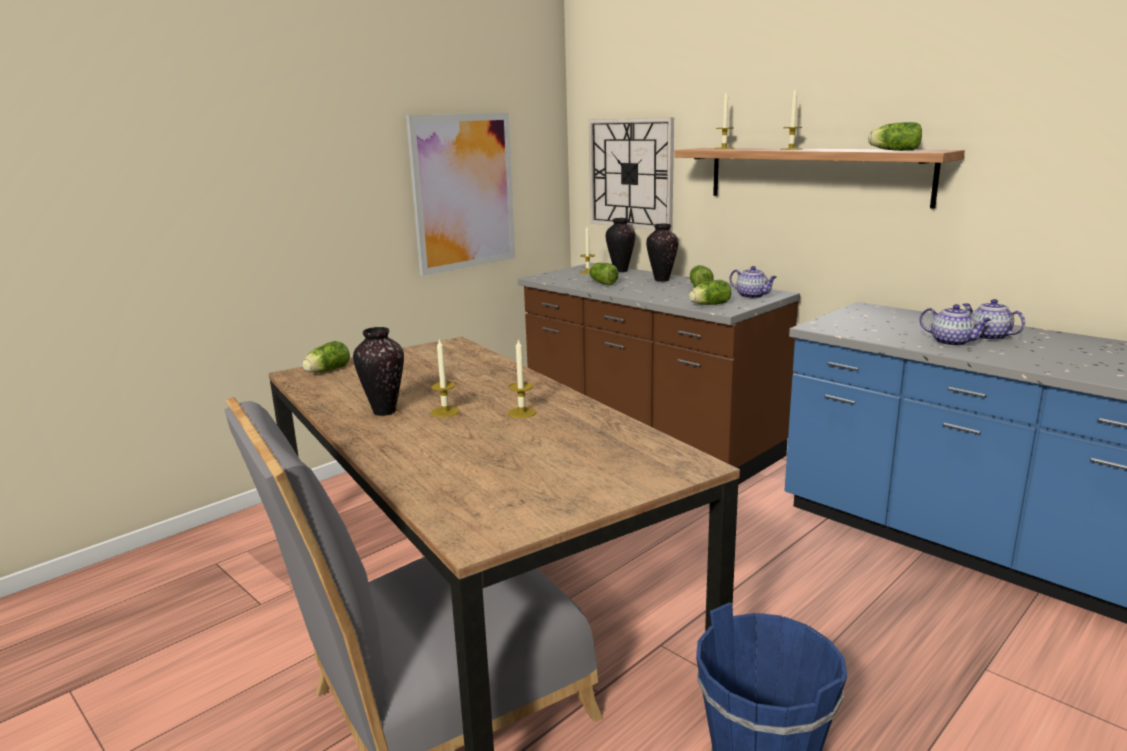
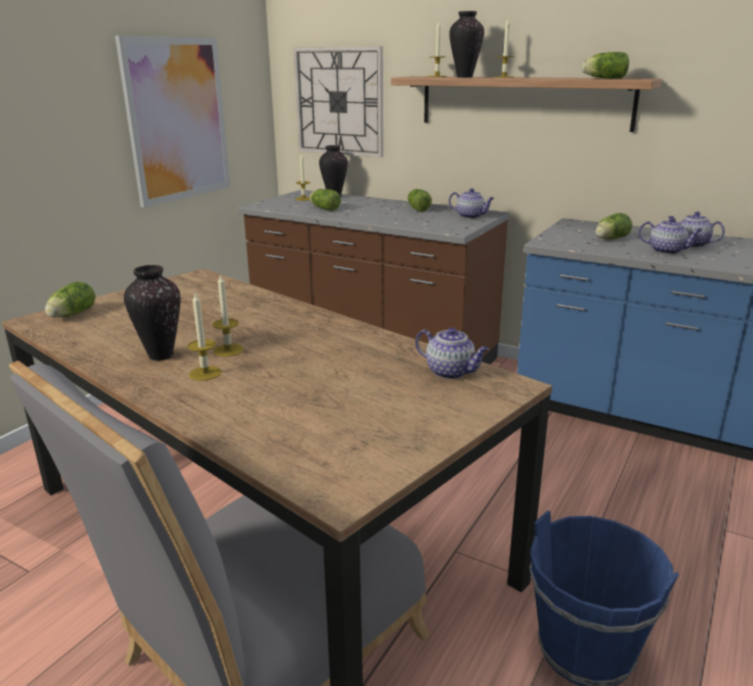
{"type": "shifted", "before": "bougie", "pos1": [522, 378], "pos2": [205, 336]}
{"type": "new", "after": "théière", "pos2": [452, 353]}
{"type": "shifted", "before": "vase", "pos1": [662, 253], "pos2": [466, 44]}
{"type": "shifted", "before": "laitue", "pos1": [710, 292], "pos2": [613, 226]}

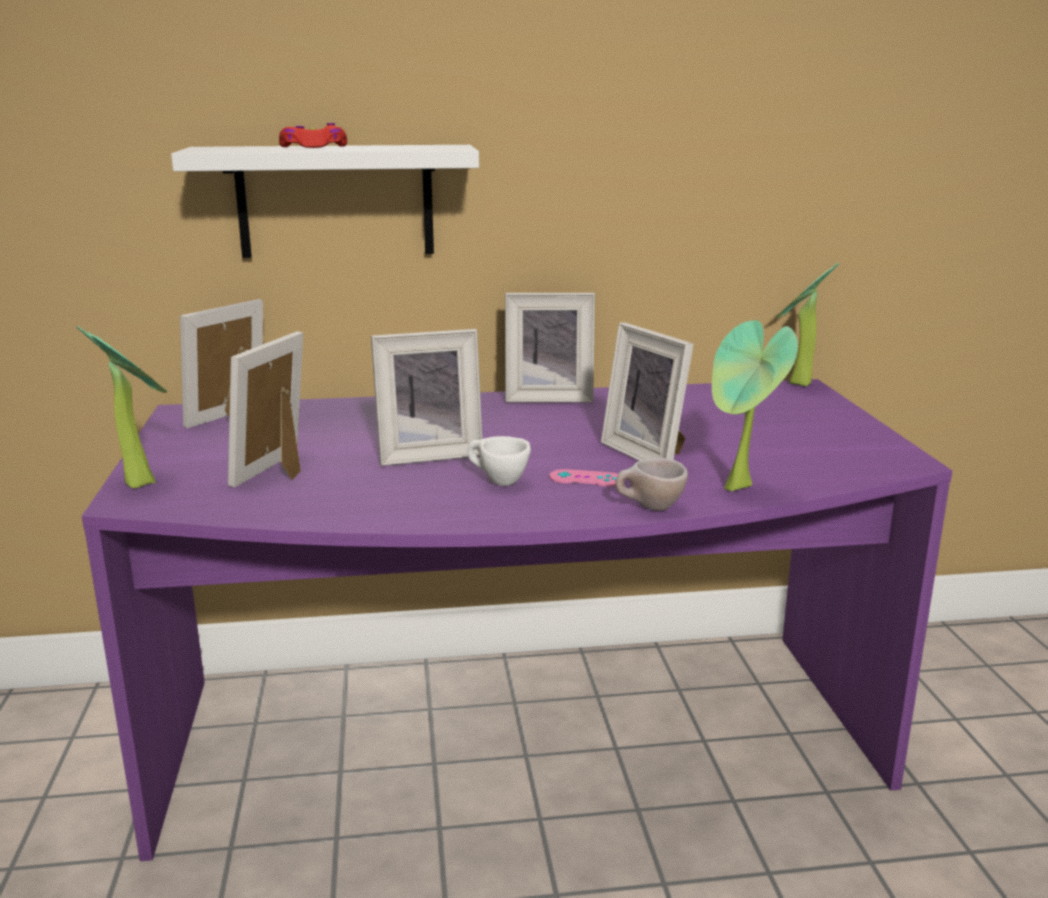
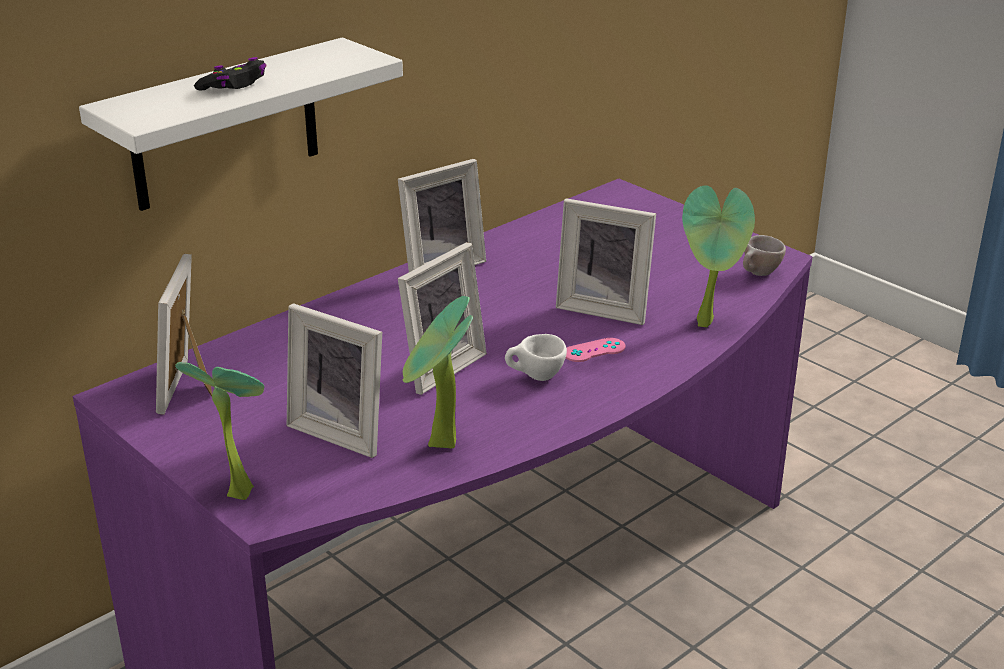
{"type": "repainted", "before": "manette [rouge]", "after": "manette [noir]", "pos1": [313, 135], "pos2": [230, 73]}
{"type": "rotated", "before": "cadre photo", "pos1": [265, 409], "pos2": [334, 380], "turn": -45}
{"type": "shifted", "before": "plante en pot", "pos1": [807, 324], "pos2": [438, 372]}
{"type": "shifted", "before": "tasse [beige]", "pos1": [651, 484], "pos2": [764, 255]}

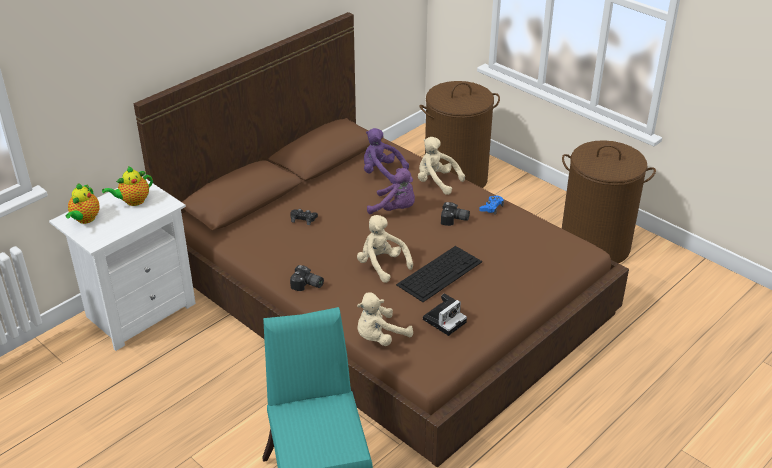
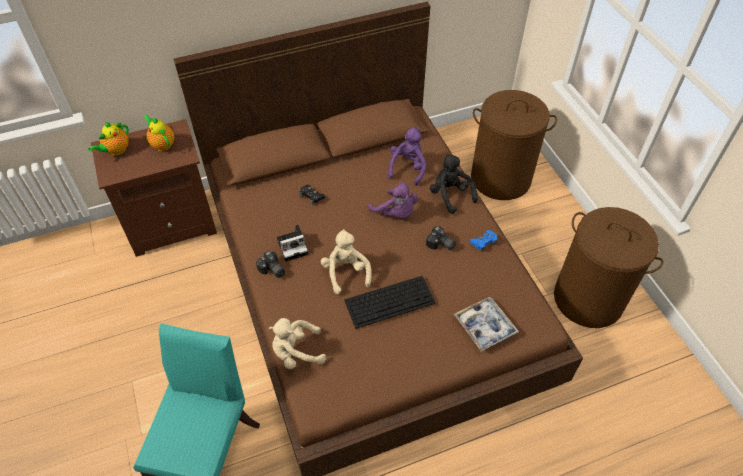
{"type": "repainted", "before": "table de chevet [blanc]", "after": "table de chevet [marron]", "pos1": [122, 263], "pos2": [154, 188]}
{"type": "rotated", "before": "théière", "pos1": [127, 186], "pos2": [158, 133], "turn": 60}
{"type": "shifted", "before": "appareil photo", "pos1": [445, 314], "pos2": [292, 243]}
{"type": "rotated", "before": "peluche [violet]", "pos1": [386, 156], "pos2": [407, 157], "turn": 60}
{"type": "repainted", "before": "peluche [beige]", "after": "peluche [noir]", "pos1": [441, 166], "pos2": [454, 184]}
{"type": "new", "after": "plateau", "pos2": [486, 324]}

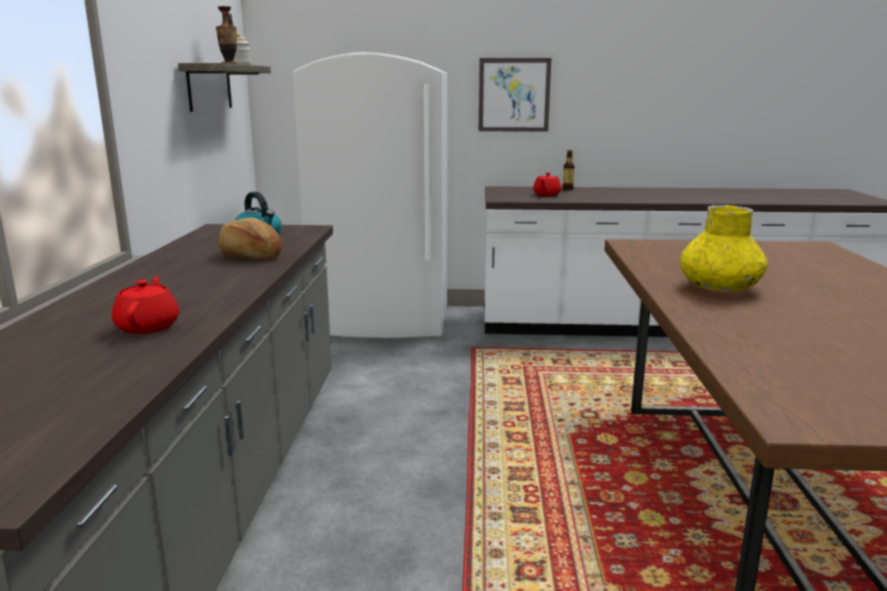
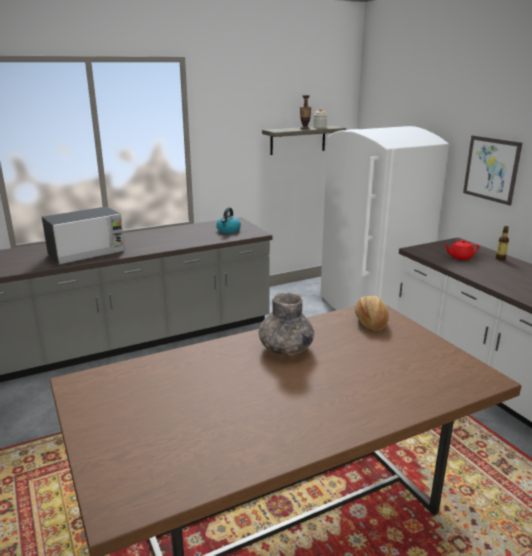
{"type": "swapped", "before": "théière [rouge]", "after": "micro-ondes", "pos1": [145, 305], "pos2": [83, 235]}
{"type": "repainted", "before": "vase [jaune]", "after": "vase [gris]", "pos1": [724, 248], "pos2": [286, 323]}
{"type": "shifted", "before": "pain", "pos1": [250, 238], "pos2": [372, 313]}

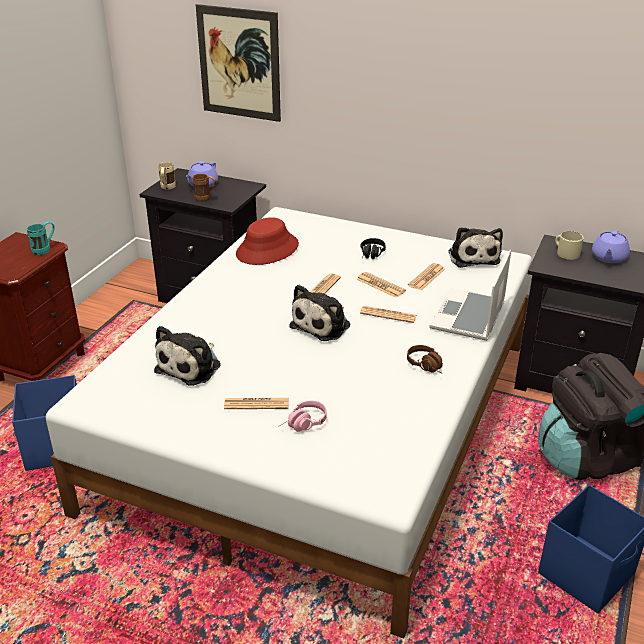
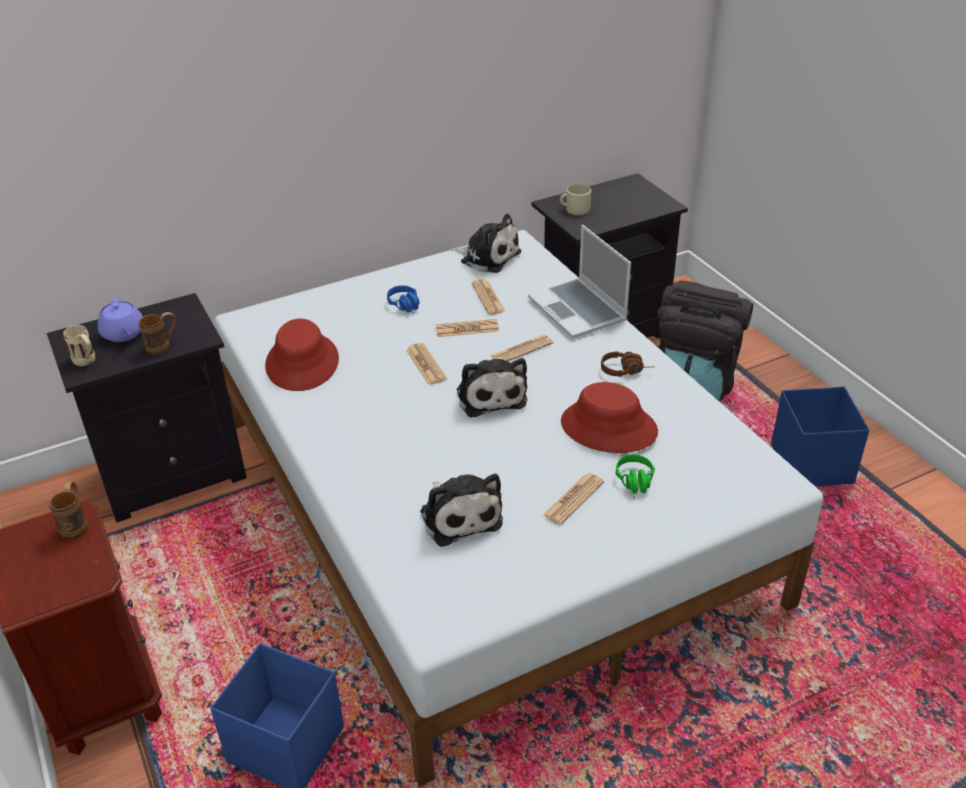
{"type": "repainted", "before": "mug [turquoise]", "after": "mug [marron]", "pos1": [41, 238], "pos2": [68, 510]}
{"type": "repainted", "before": "casque audio [noir]", "after": "casque audio [bleu]", "pos1": [373, 248], "pos2": [403, 299]}
{"type": "new", "after": "chapeau [rouge]", "pos2": [609, 417]}
{"type": "repainted", "before": "casque audio [rose]", "after": "casque audio [vert]", "pos1": [302, 416], "pos2": [635, 476]}
{"type": "gone", "before": "tableau", "pos1": [238, 63]}
{"type": "gone", "before": "théière [violet]", "pos1": [611, 246]}

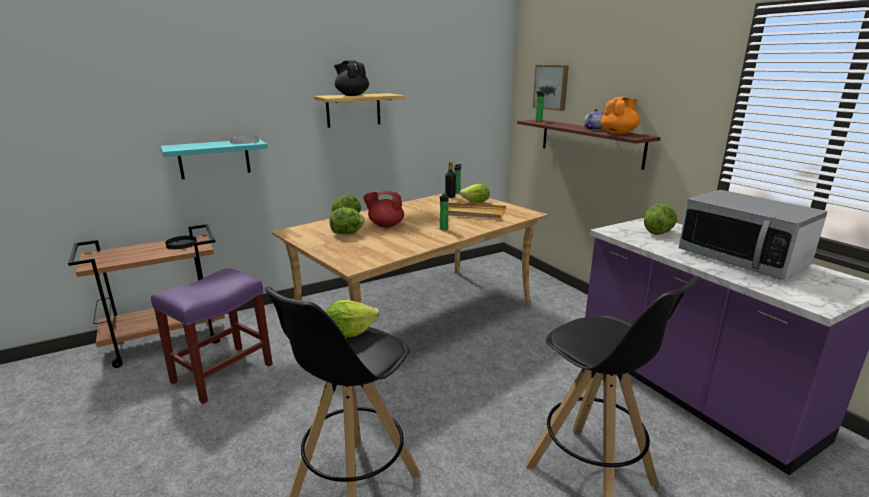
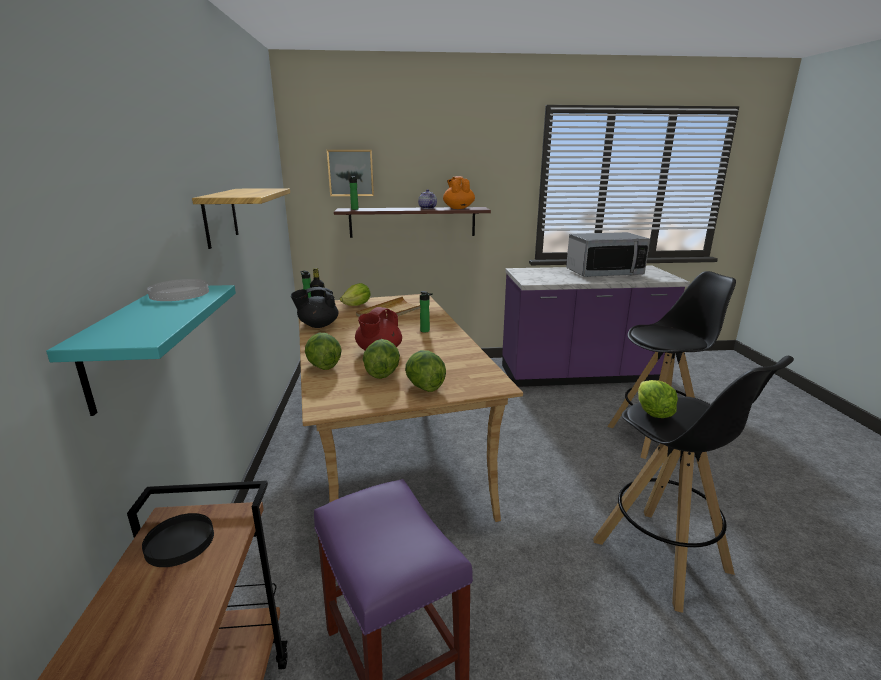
{"type": "shifted", "before": "théière [noir]", "pos1": [351, 78], "pos2": [314, 307]}
{"type": "shifted", "before": "laitue", "pos1": [660, 219], "pos2": [425, 371]}

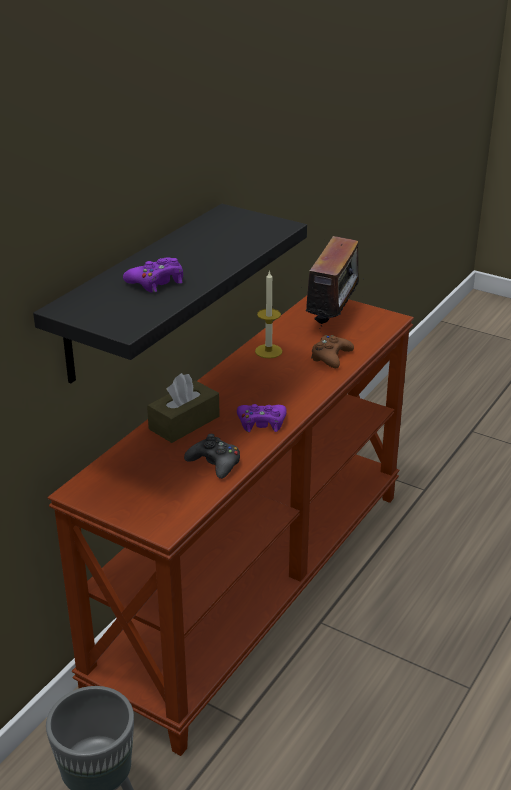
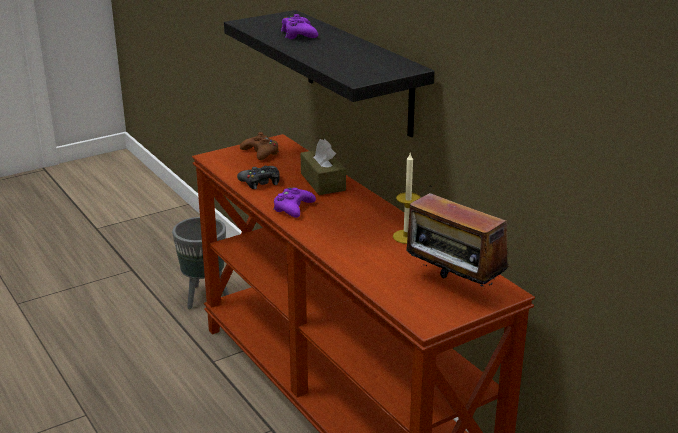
{"type": "shifted", "before": "manette [marron]", "pos1": [332, 351], "pos2": [259, 146]}

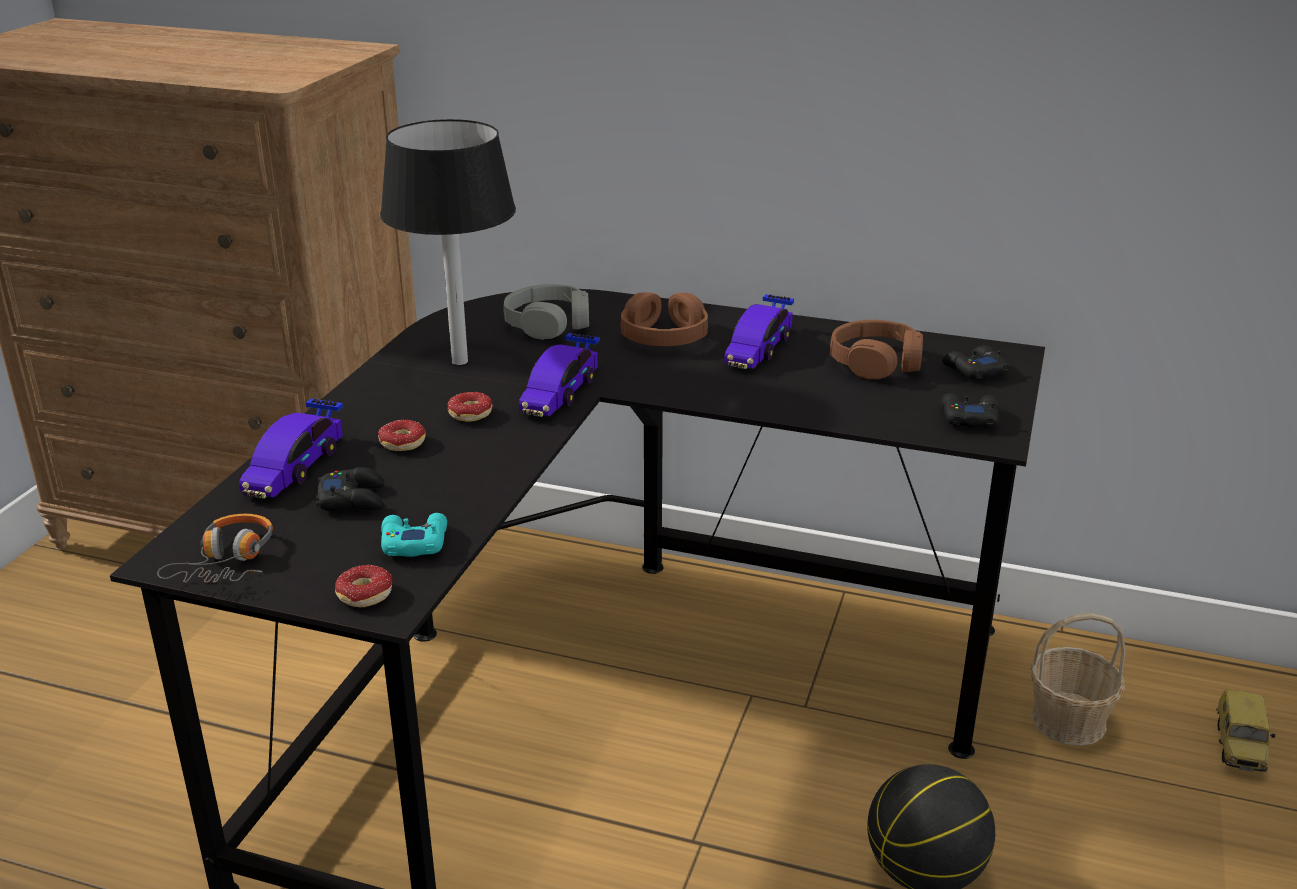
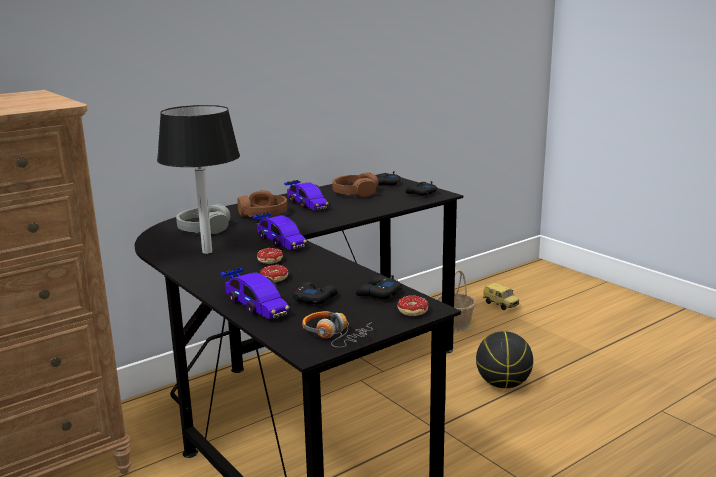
{"type": "repainted", "before": "manette [turquoise]", "after": "manette [noir]", "pos1": [414, 535], "pos2": [379, 287]}

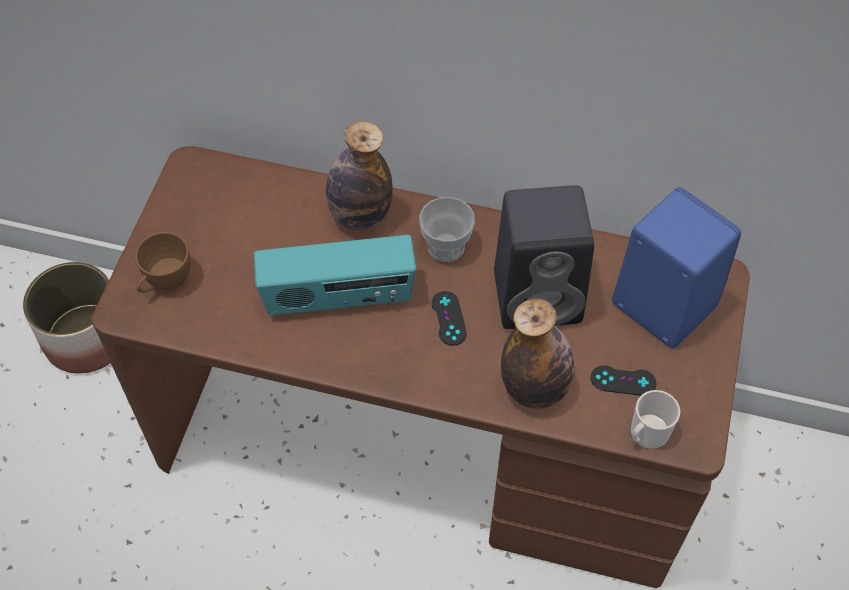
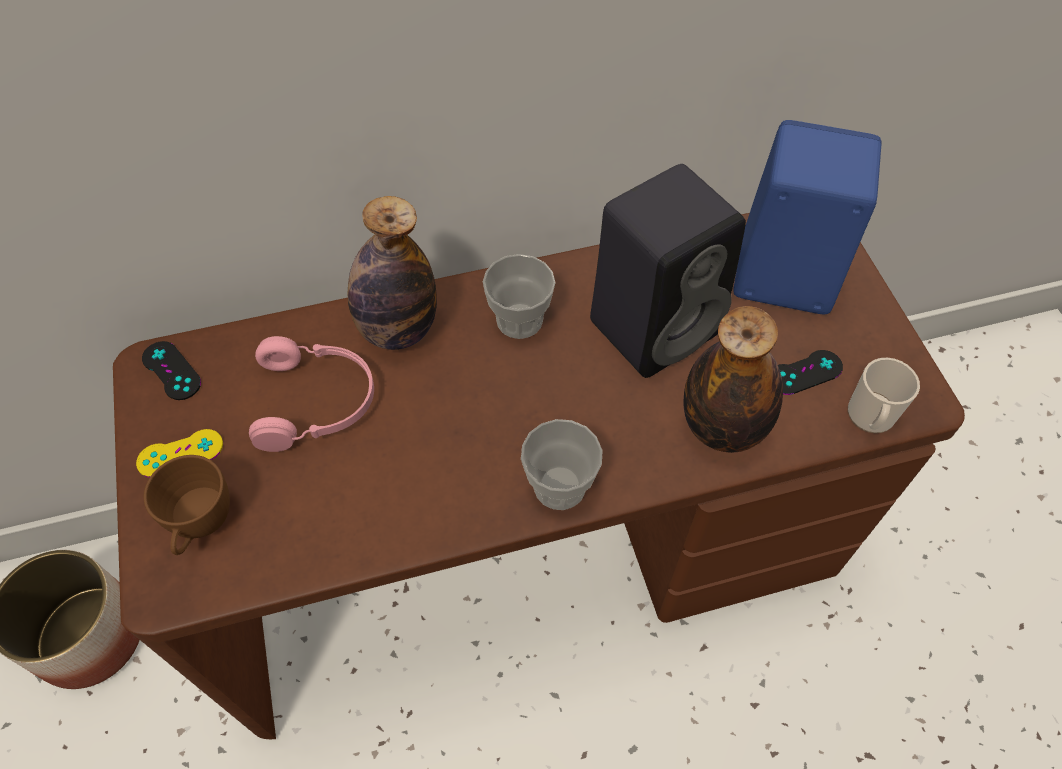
{"type": "new", "after": "manette [jaune]", "pos2": [179, 453]}
{"type": "shifted", "before": "manette [noir]", "pos1": [449, 318], "pos2": [171, 370]}
{"type": "new", "after": "casque audio [rose]", "pos2": [311, 394]}
{"type": "new", "after": "tasse", "pos2": [562, 464]}
{"type": "gone", "before": "radio", "pos1": [335, 275]}

